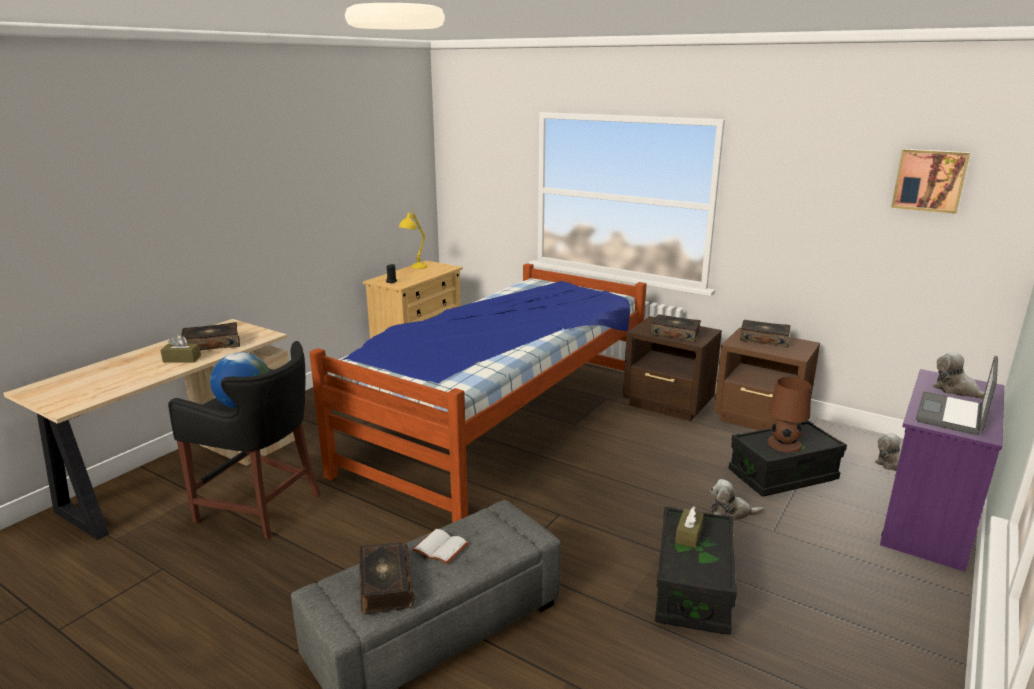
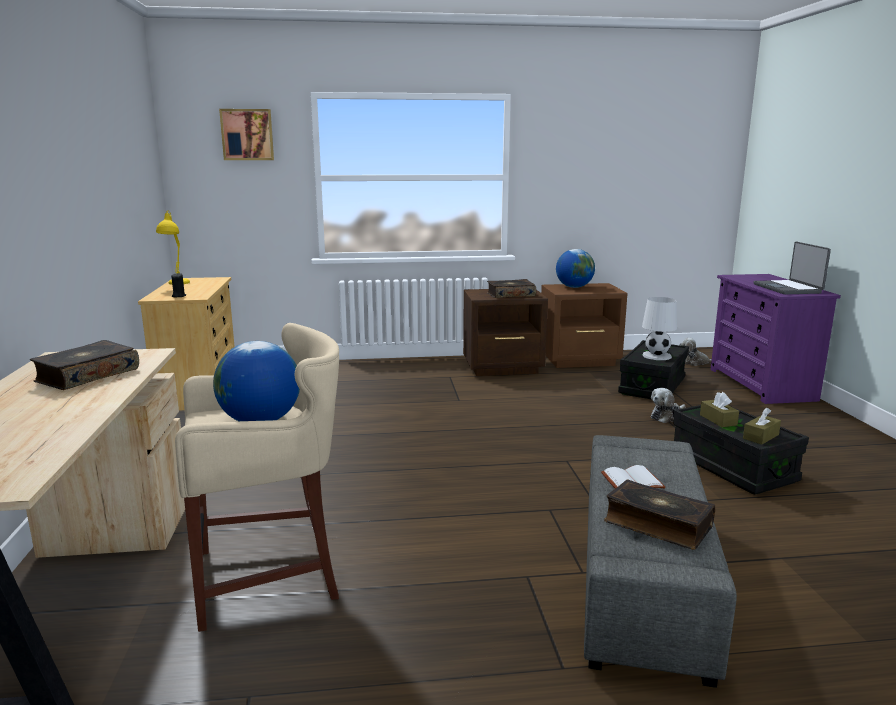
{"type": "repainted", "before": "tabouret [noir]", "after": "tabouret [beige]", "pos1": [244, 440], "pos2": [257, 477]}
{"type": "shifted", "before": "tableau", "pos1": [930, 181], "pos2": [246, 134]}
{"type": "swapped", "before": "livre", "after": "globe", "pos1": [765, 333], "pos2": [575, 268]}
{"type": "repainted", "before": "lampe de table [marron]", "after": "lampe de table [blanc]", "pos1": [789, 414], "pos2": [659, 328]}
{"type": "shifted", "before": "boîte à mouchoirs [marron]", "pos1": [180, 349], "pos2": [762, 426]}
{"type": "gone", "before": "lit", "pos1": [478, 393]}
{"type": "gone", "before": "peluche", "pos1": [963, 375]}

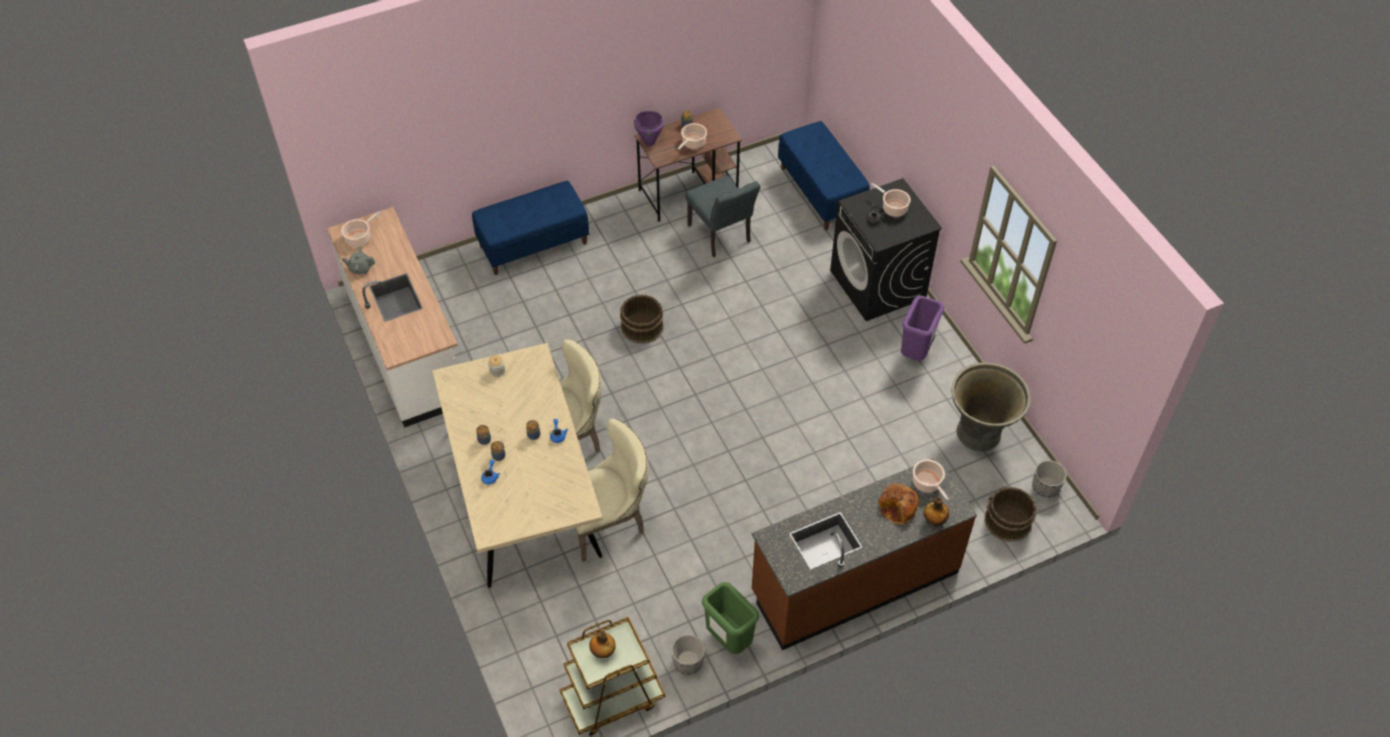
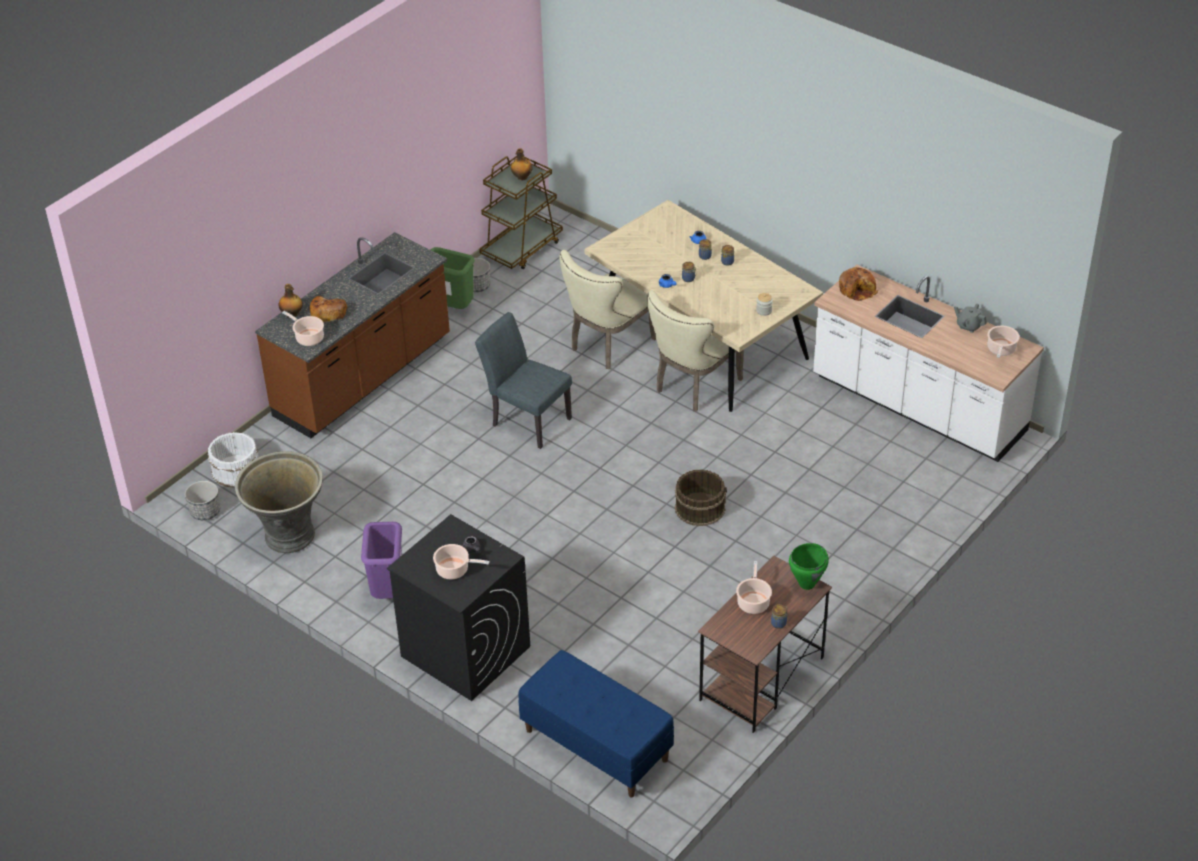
{"type": "repainted", "before": "seau [marron]", "after": "seau [blanc]", "pos1": [1010, 514], "pos2": [233, 460]}
{"type": "shifted", "before": "chaise [gris]", "pos1": [723, 216], "pos2": [523, 380]}
{"type": "repainted", "before": "marmite [violet]", "after": "marmite [vert]", "pos1": [649, 128], "pos2": [809, 566]}
{"type": "new", "after": "pain", "pos2": [858, 284]}
{"type": "rotated", "before": "théière [gris]", "pos1": [358, 260], "pos2": [970, 318], "turn": -120}
{"type": "gone", "before": "banc [bleu]", "pos1": [530, 228]}

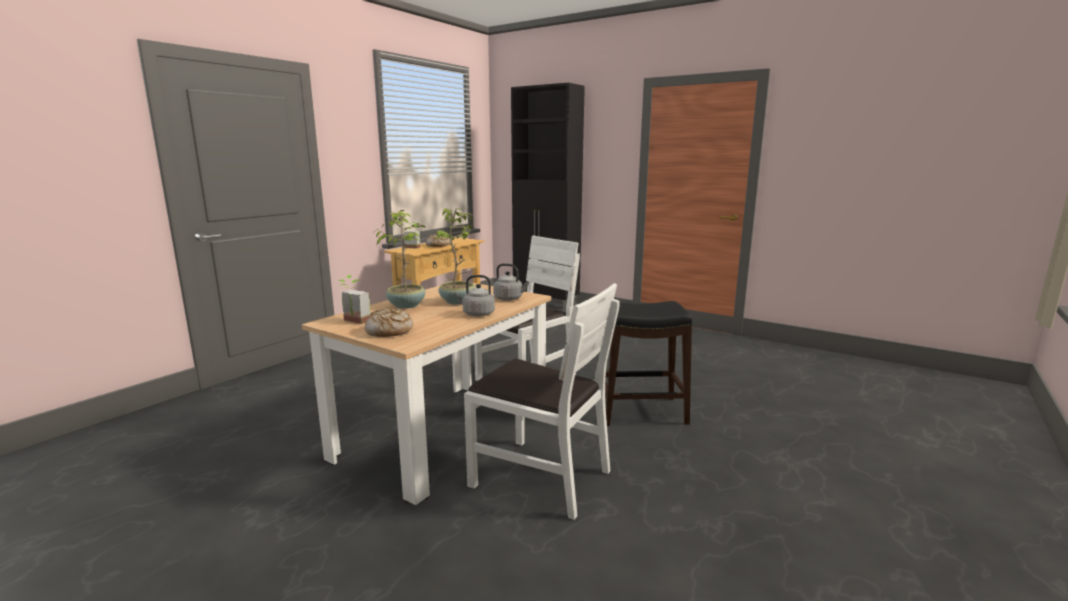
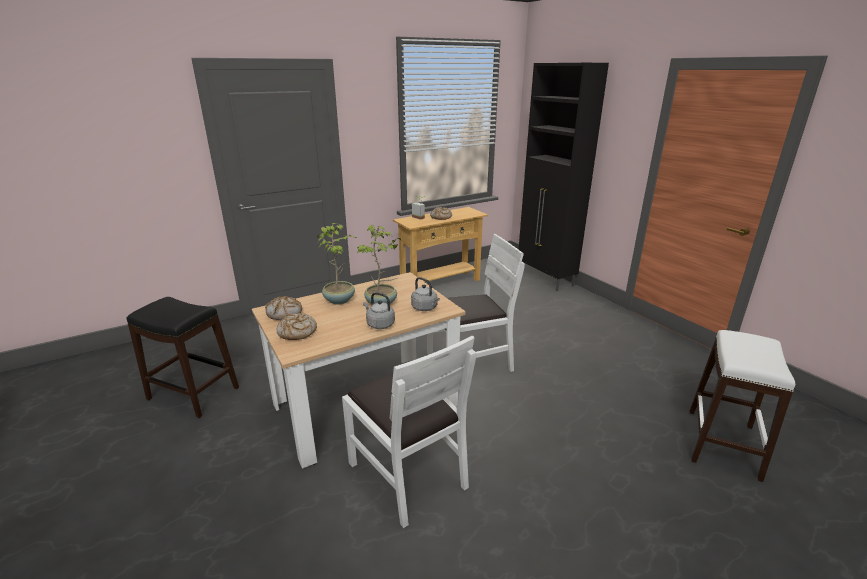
{"type": "shifted", "before": "tabouret [noir]", "pos1": [648, 363], "pos2": [182, 357]}
{"type": "swapped", "before": "plante en pot", "after": "pain", "pos1": [354, 299], "pos2": [283, 308]}
{"type": "new", "after": "tabouret [blanc]", "pos2": [742, 406]}

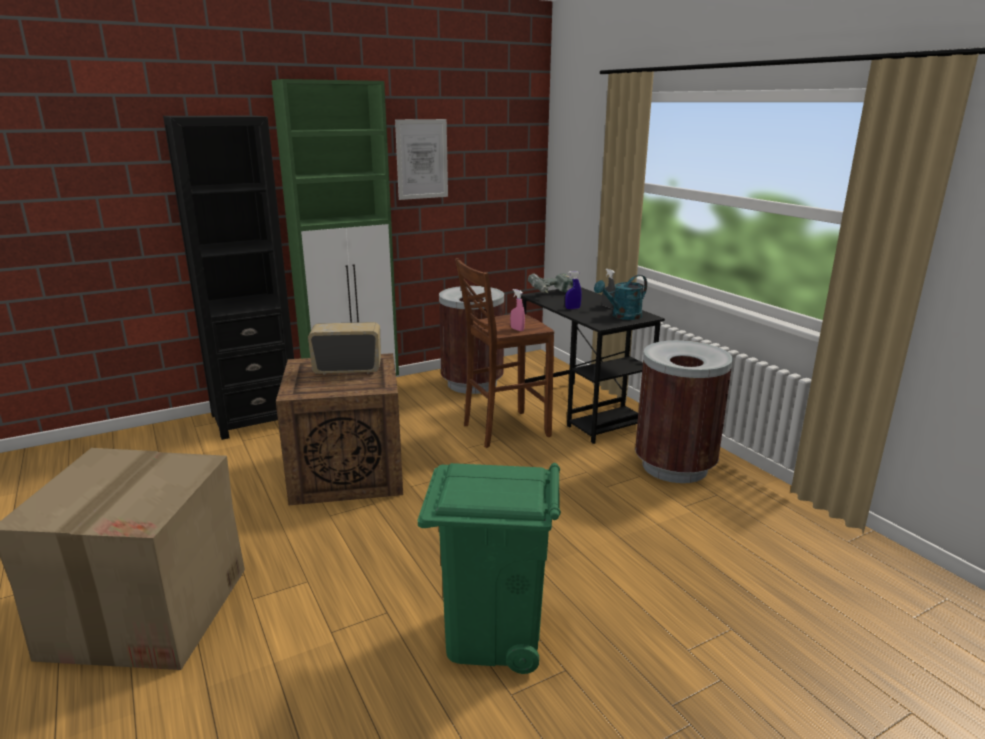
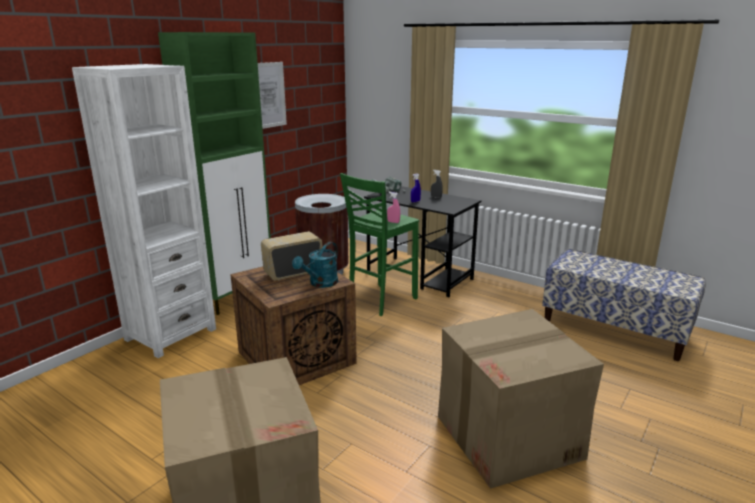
{"type": "repainted", "before": "bibliothèque [noir]", "after": "bibliothèque [blanc]", "pos1": [228, 277], "pos2": [144, 211]}
{"type": "shifted", "before": "arrosoir [turquoise]", "pos1": [620, 297], "pos2": [315, 265]}
{"type": "repainted", "before": "tabouret [marron]", "after": "tabouret [vert]", "pos1": [504, 353], "pos2": [379, 244]}
{"type": "swapped", "before": "poubelle [vert]", "after": "carton", "pos1": [489, 568], "pos2": [521, 399]}
{"type": "new", "after": "banc", "pos2": [624, 305]}
{"type": "gone", "before": "poubelle [marron]", "pos1": [684, 411]}

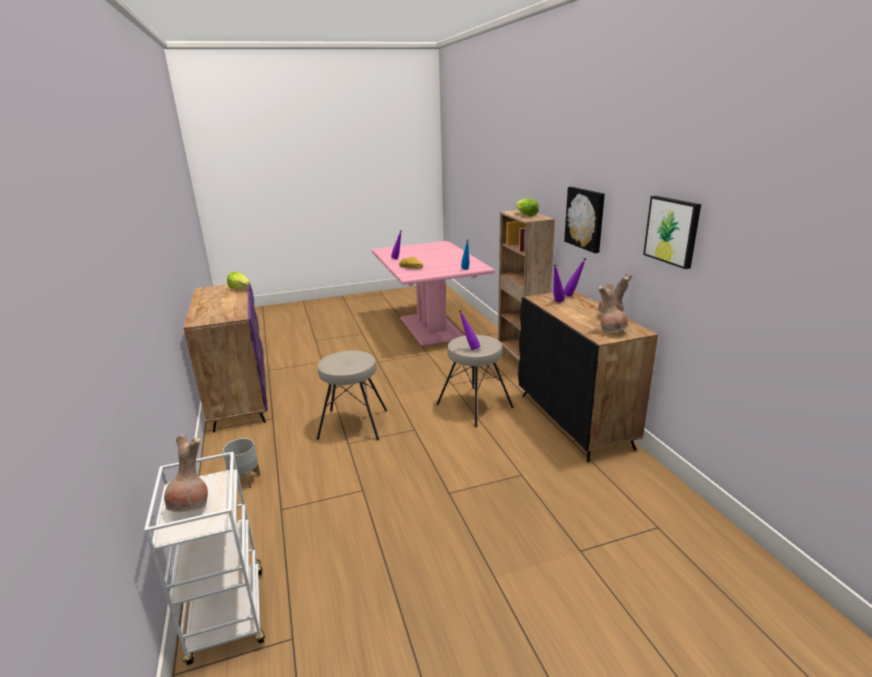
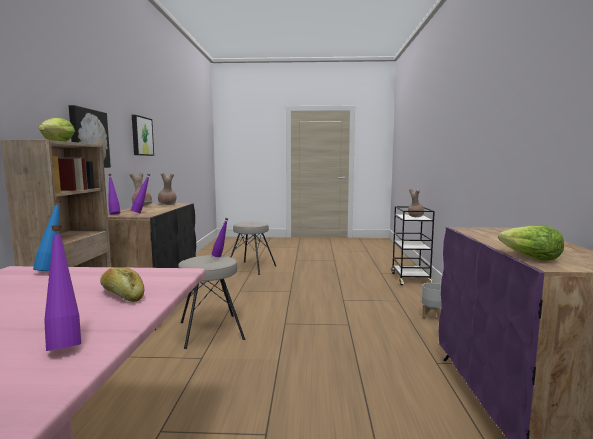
{"type": "shifted", "before": "tabouret [beige]", "pos1": [352, 395], "pos2": [253, 248]}
{"type": "repainted", "before": "chariot [blanc]", "after": "chariot [noir]", "pos1": [204, 558], "pos2": [413, 245]}

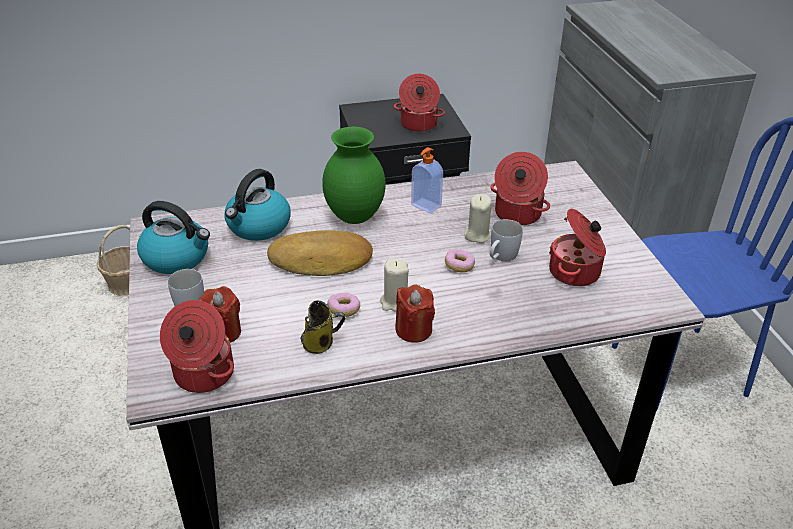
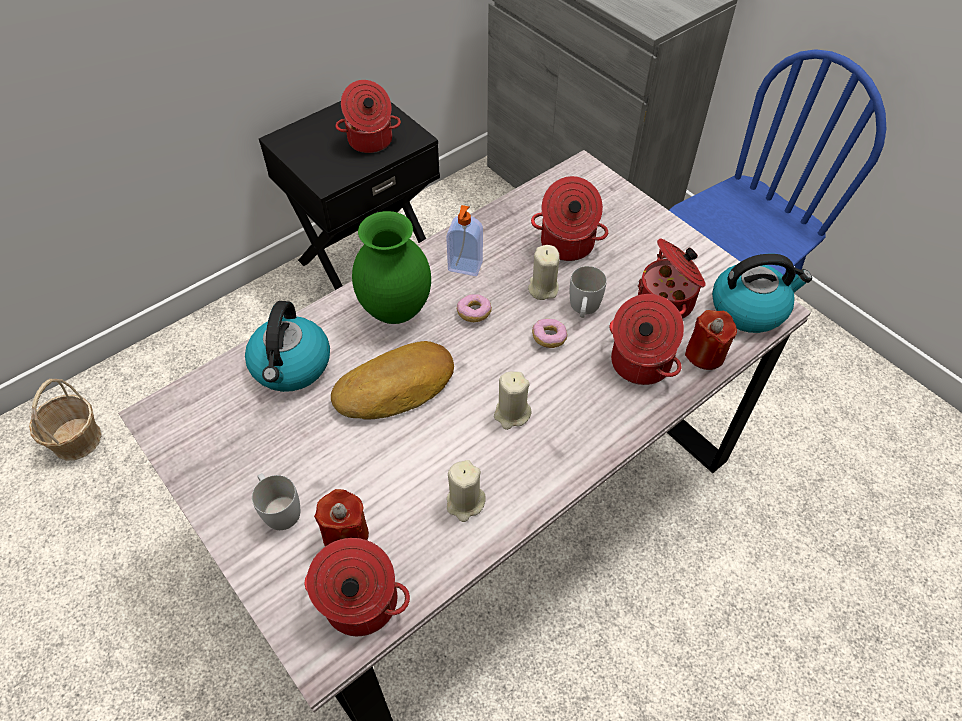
{"type": "swapped", "before": "mug", "after": "bougie [beige]", "pos1": [323, 327], "pos2": [466, 491]}
{"type": "shifted", "before": "beignet", "pos1": [343, 305], "pos2": [474, 308]}
{"type": "new", "after": "marmite", "pos2": [646, 339]}
{"type": "shifted", "before": "bougie [rouge]", "pos1": [415, 313], "pos2": [711, 340]}
{"type": "shifted", "before": "bouilloire", "pos1": [173, 237], "pos2": [762, 293]}

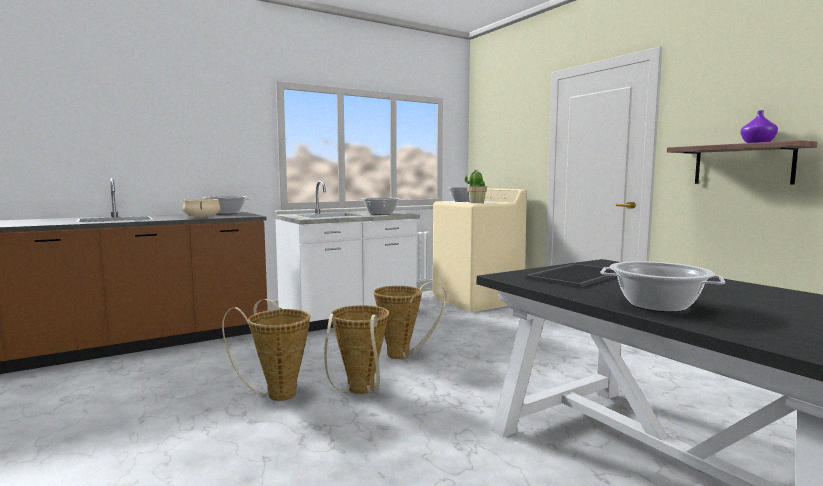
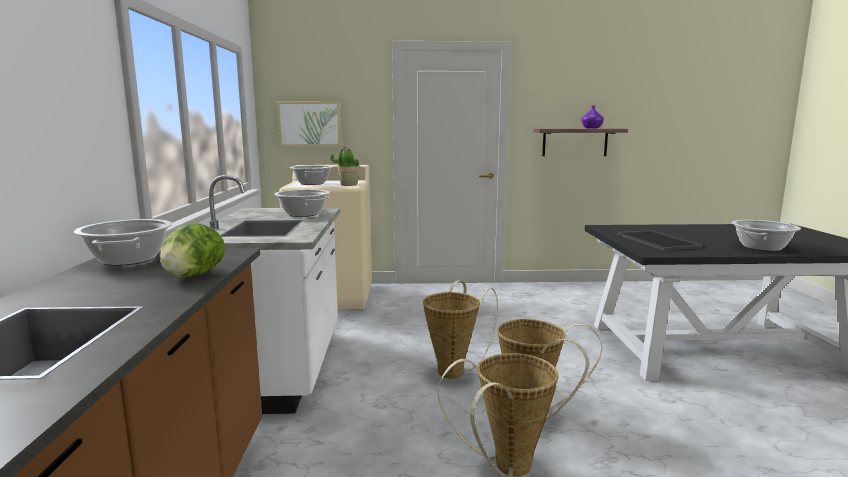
{"type": "swapped", "before": "marmite [beige]", "after": "laitue", "pos1": [202, 208], "pos2": [193, 250]}
{"type": "new", "after": "tableau", "pos2": [309, 124]}

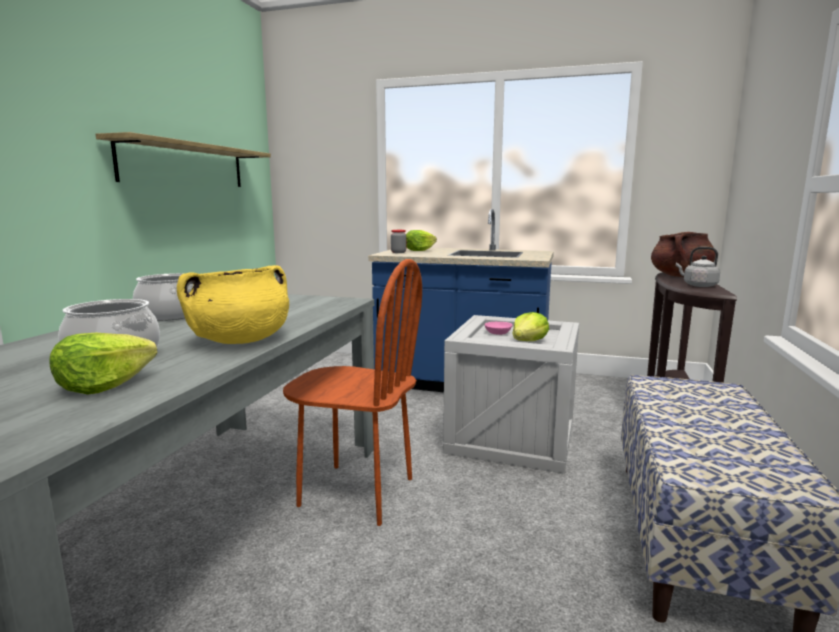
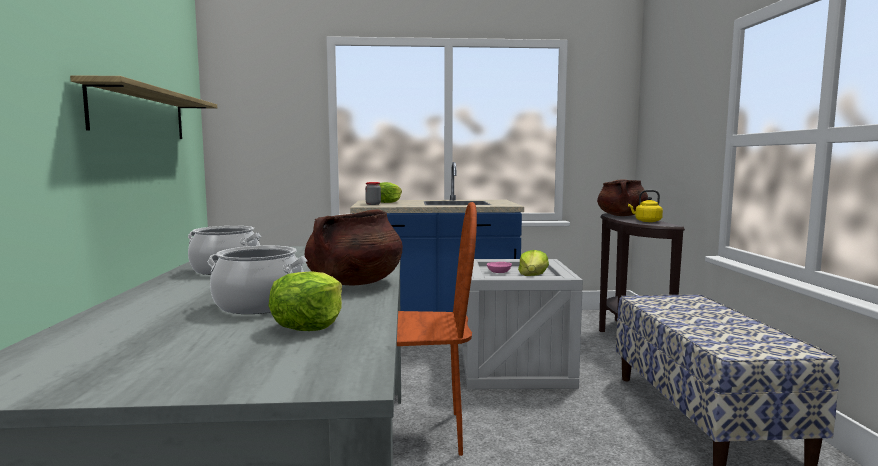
{"type": "repainted", "before": "marmite [jaune]", "after": "marmite [marron]", "pos1": [233, 304], "pos2": [354, 247]}
{"type": "repainted", "before": "bouilloire [gris]", "after": "bouilloire [jaune]", "pos1": [698, 267], "pos2": [645, 206]}

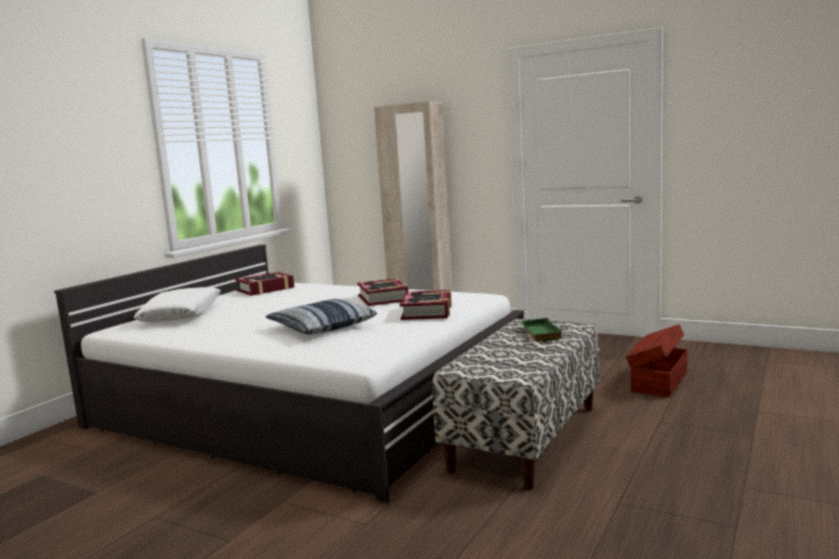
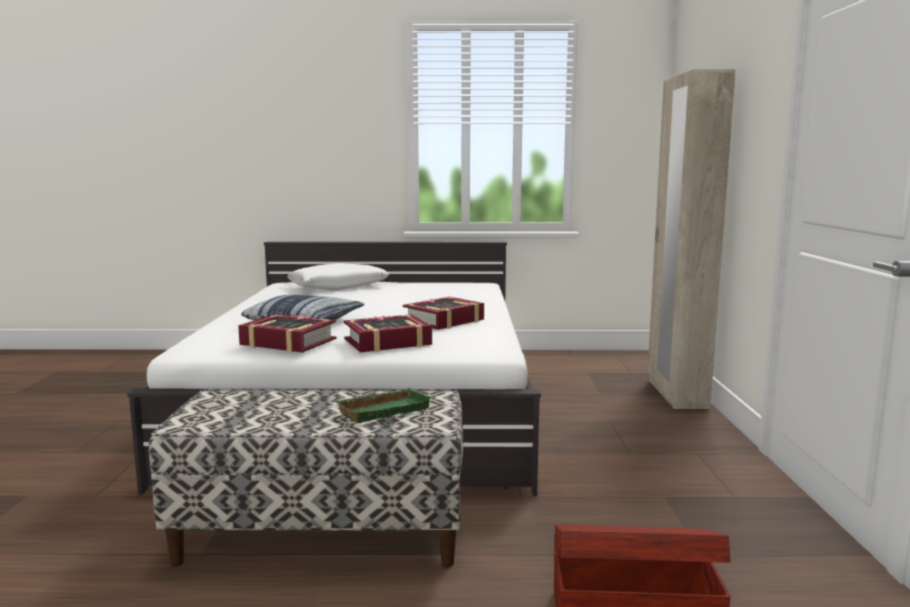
{"type": "shifted", "before": "livre", "pos1": [264, 284], "pos2": [287, 333]}

